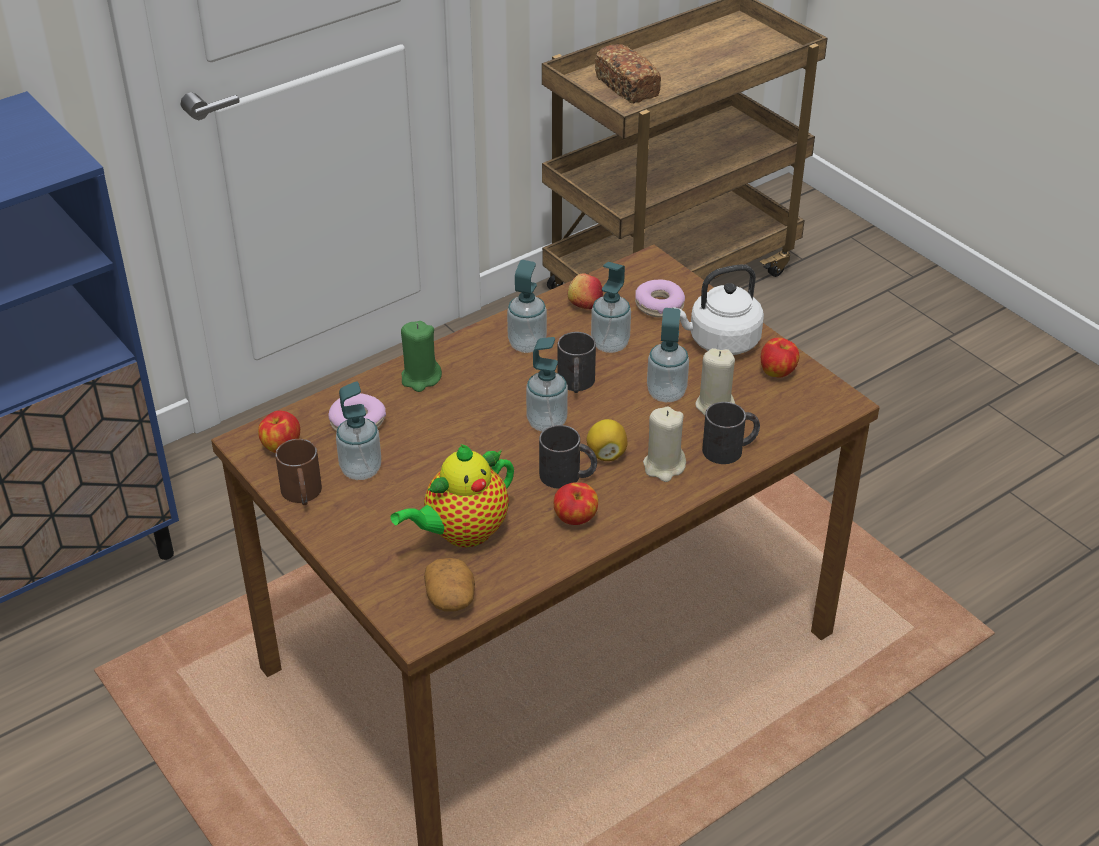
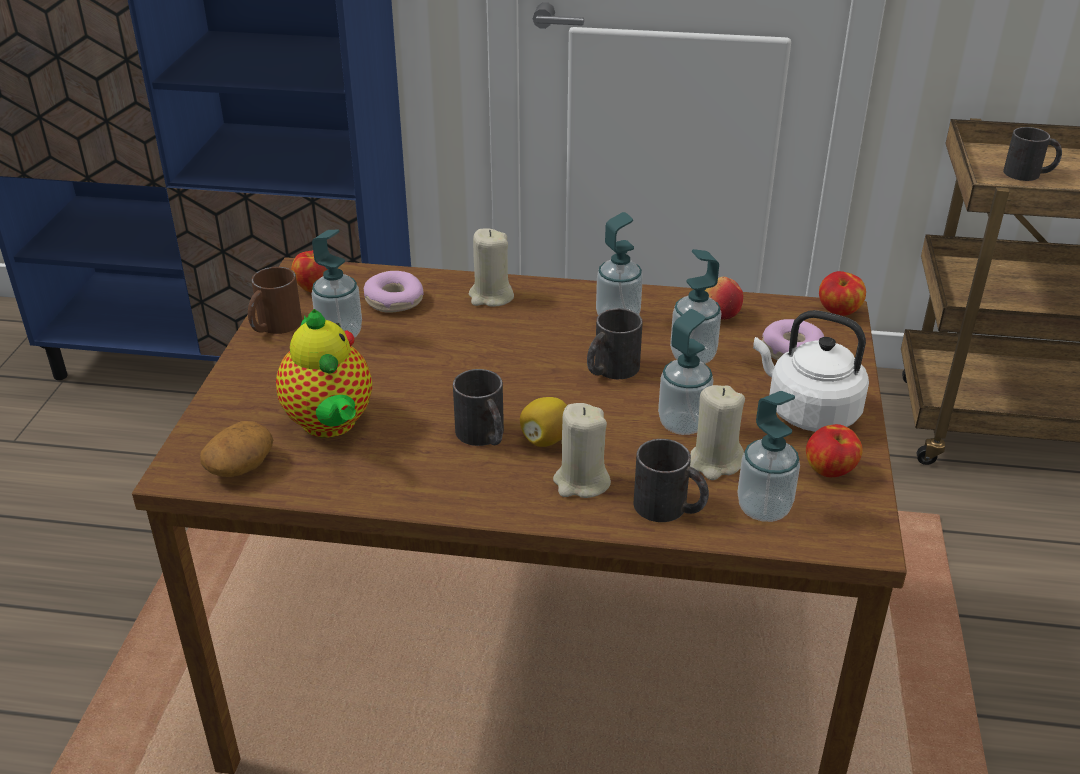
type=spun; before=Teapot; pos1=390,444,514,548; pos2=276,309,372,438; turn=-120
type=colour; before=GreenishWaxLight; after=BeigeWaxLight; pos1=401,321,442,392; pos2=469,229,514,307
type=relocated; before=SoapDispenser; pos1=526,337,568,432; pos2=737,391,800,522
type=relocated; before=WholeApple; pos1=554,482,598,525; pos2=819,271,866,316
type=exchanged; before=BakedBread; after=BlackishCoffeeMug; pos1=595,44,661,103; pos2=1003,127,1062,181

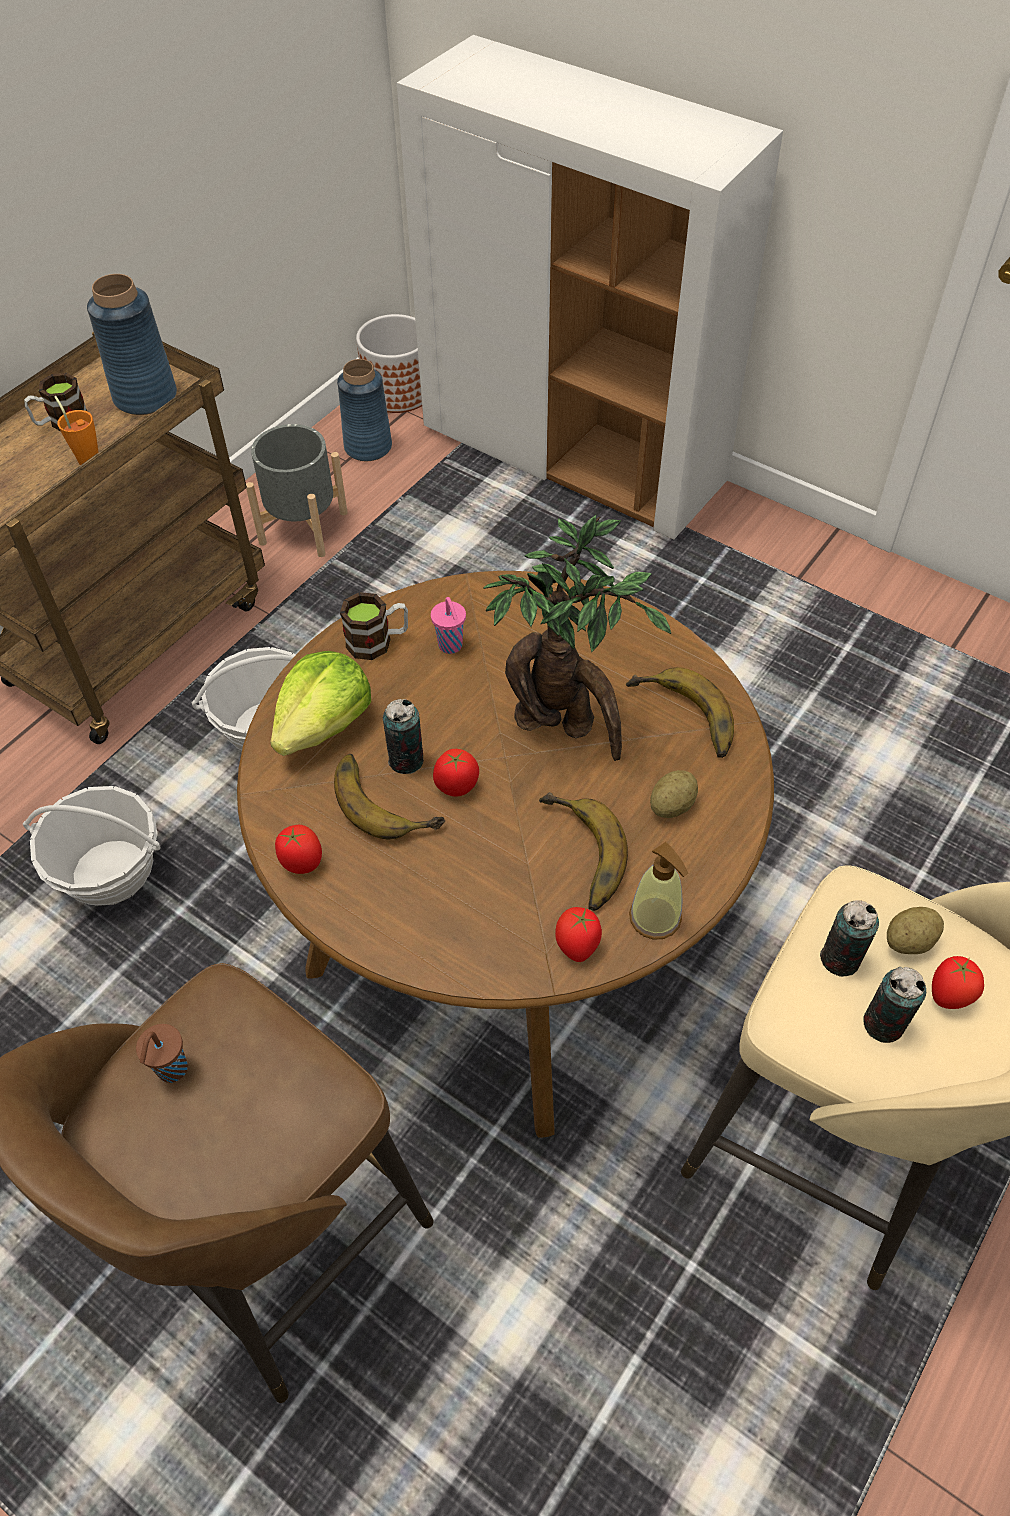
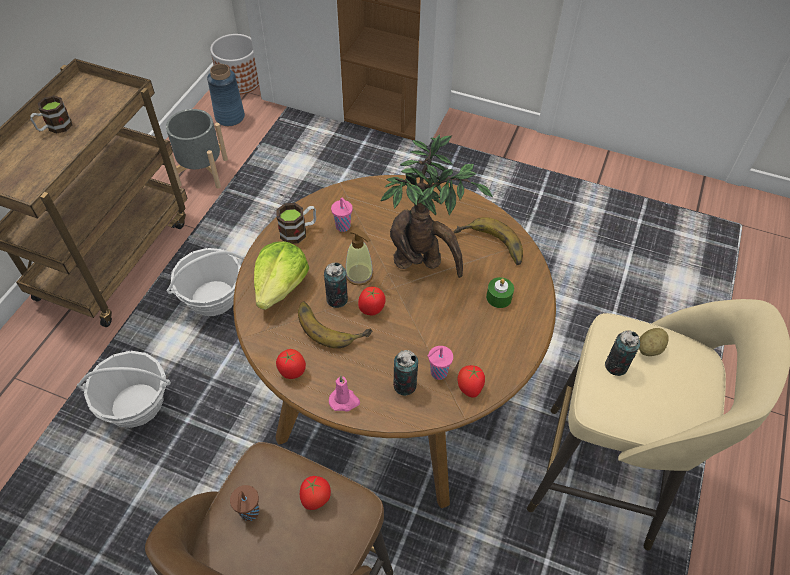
type=missing; before=OrangeColouredDrinkingCup; pos1=54,396,98,465
type=missing; before=BlueFlowerVase; pos1=87,274,177,415
type=missing; before=BananaFruit; pos1=539,792,628,911
type=relocated; before=SoapDispenser; pos1=629,842,689,940; pos2=346,227,373,285
type=exchanged; before=Potato; after=GreenishWaxLight; pos1=650,770,698,818; pos2=486,277,514,308
type=relocated; before=MetalCan; pos1=863,967,926,1043; pos2=393,350,418,396
type=relocated; before=WholeTomato; pos1=932,956,984,1009; pos2=300,476,331,510
type=appeared; after=PinkishWaxLight; pos2=329,376,360,411
type=appeared; after=PinkishDrinkingCup; pos2=427,346,453,380

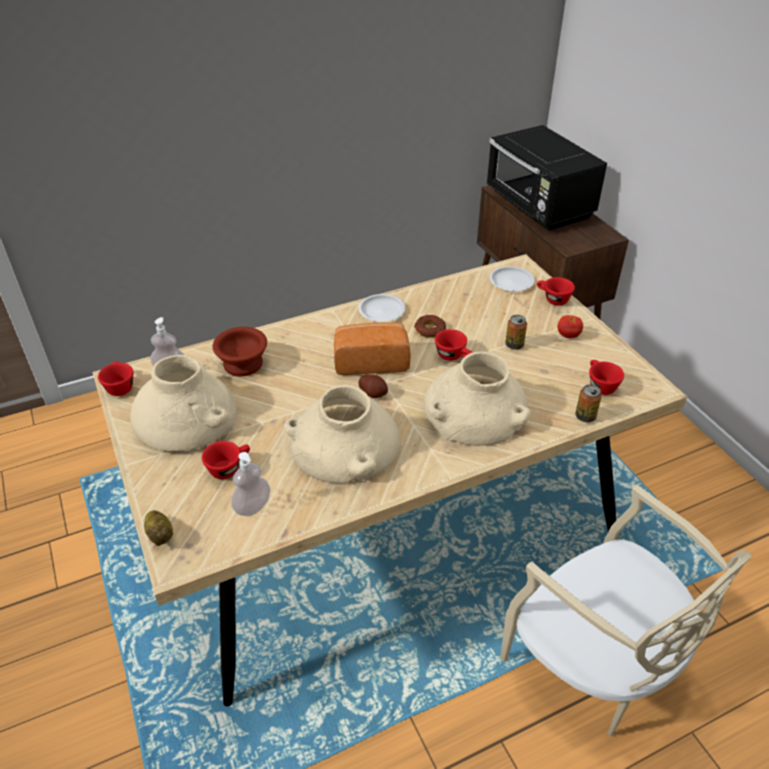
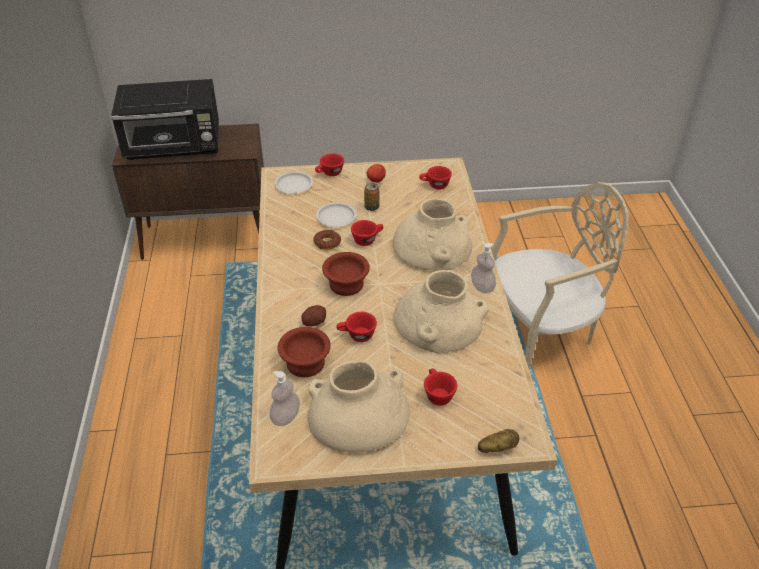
type=relocated; before=ReddishDrinkingCup; pos1=98,361,133,396; pos2=336,312,377,342
type=relocated; before=SoapDispenser; pos1=231,452,270,516; pos2=471,243,496,293
type=exchanged; before=BakedBread; after=BrownBowl; pos1=334,322,411,375; pos2=322,252,370,296
type=relocated; before=Potato; pos1=358,374,388,398; pos2=301,305,326,327
type=relocated; before=WhitePlate; pos1=359,294,405,322; pos2=316,203,356,227
type=missing; before=MetalCan; pos1=575,384,602,422

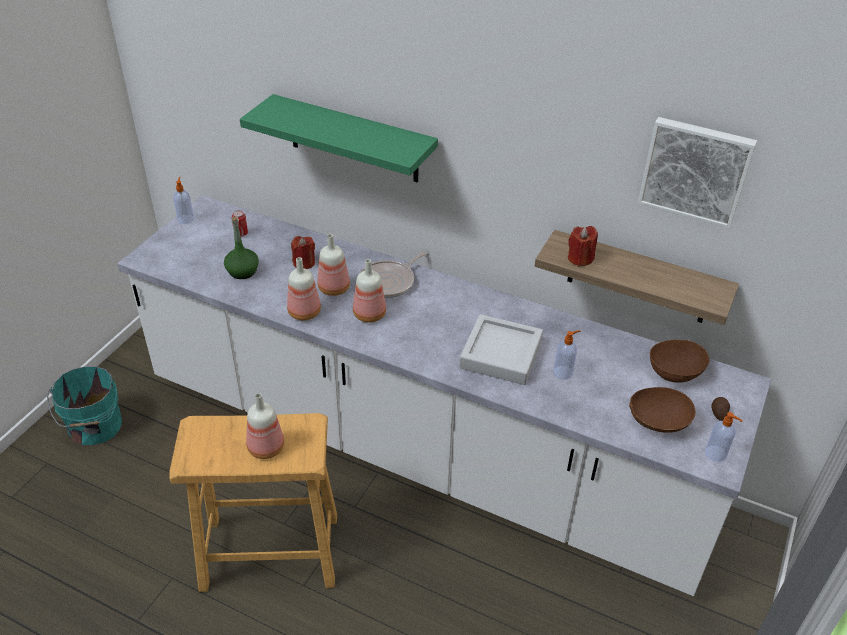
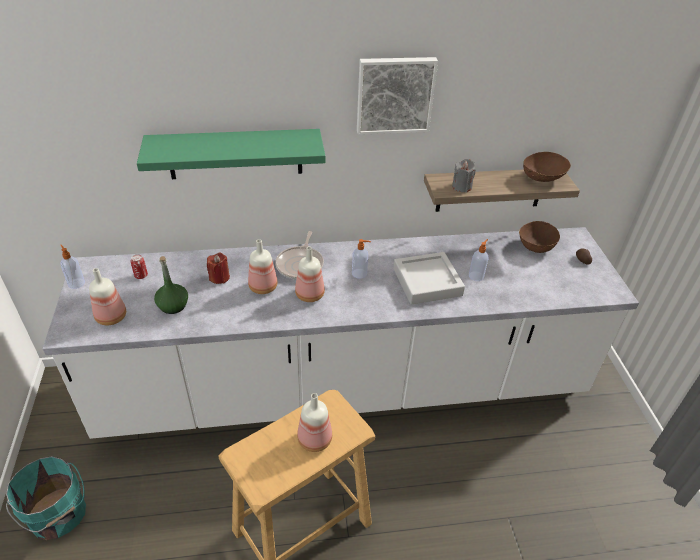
type=relocated; before=DrinkBottle; pos1=287,257,321,320; pos2=89,268,126,326
type=colour; before=ReddishWaxLight; after=GreyWaxLight; pos1=568,226,598,266; pos2=452,159,476,193
type=relocated; before=BrownBowl; pos1=629,387,696,433; pos2=523,152,571,182
type=relocated; before=WallArt; pos1=638,117,757,229; pos2=357,57,438,135
type=relocated; before=SoapDispenser; pos1=705,412,743,462; pos2=352,239,371,279

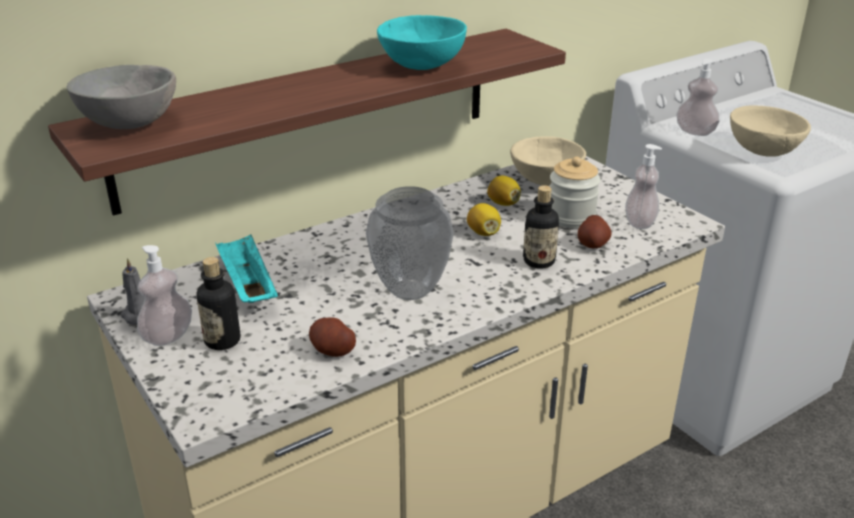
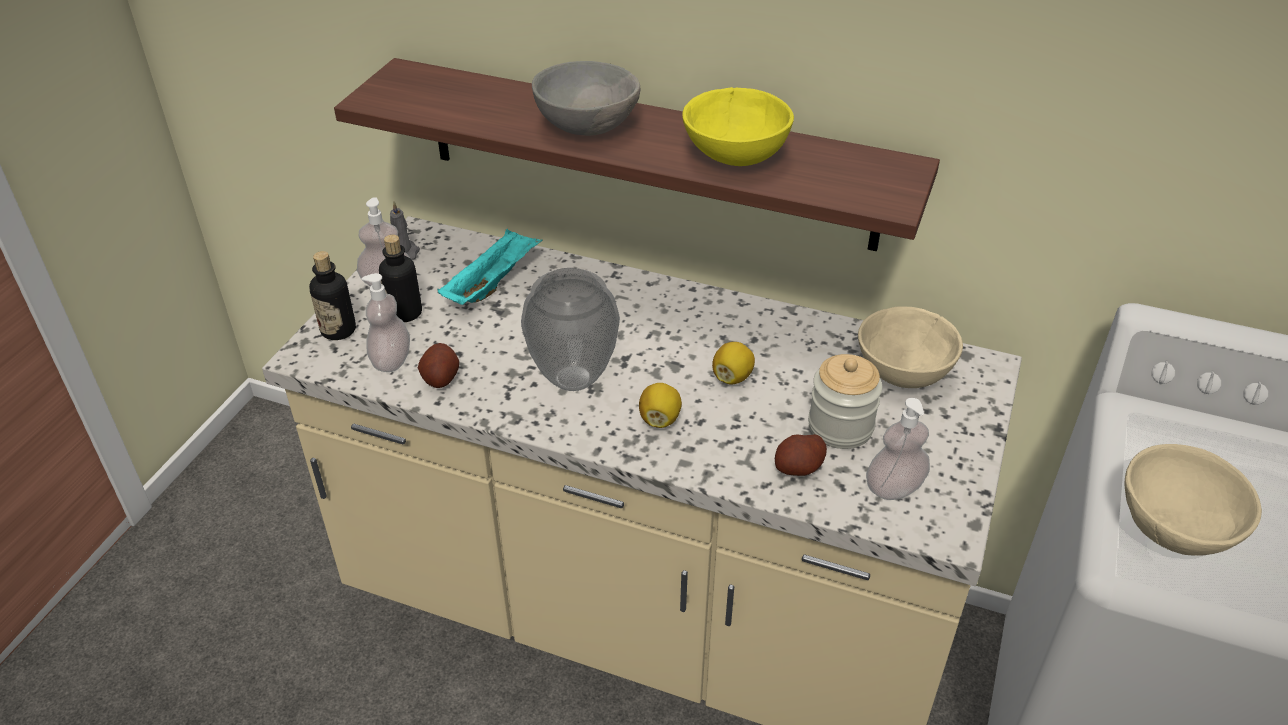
type=relocated; before=GreyBowl; pos1=67,65,176,129; pos2=532,61,640,136
type=colour; before=BlueGreenBowl; after=YellowBowl; pos1=377,15,467,70; pos2=682,87,794,166
type=relocated; before=Lemon; pos1=487,176,521,206; pos2=639,383,682,428
type=relocated; before=DrinkBottle; pos1=523,185,559,269; pos2=309,251,356,340
type=relocated; before=SoapDispenser; pos1=676,59,719,136; pos2=362,273,410,372

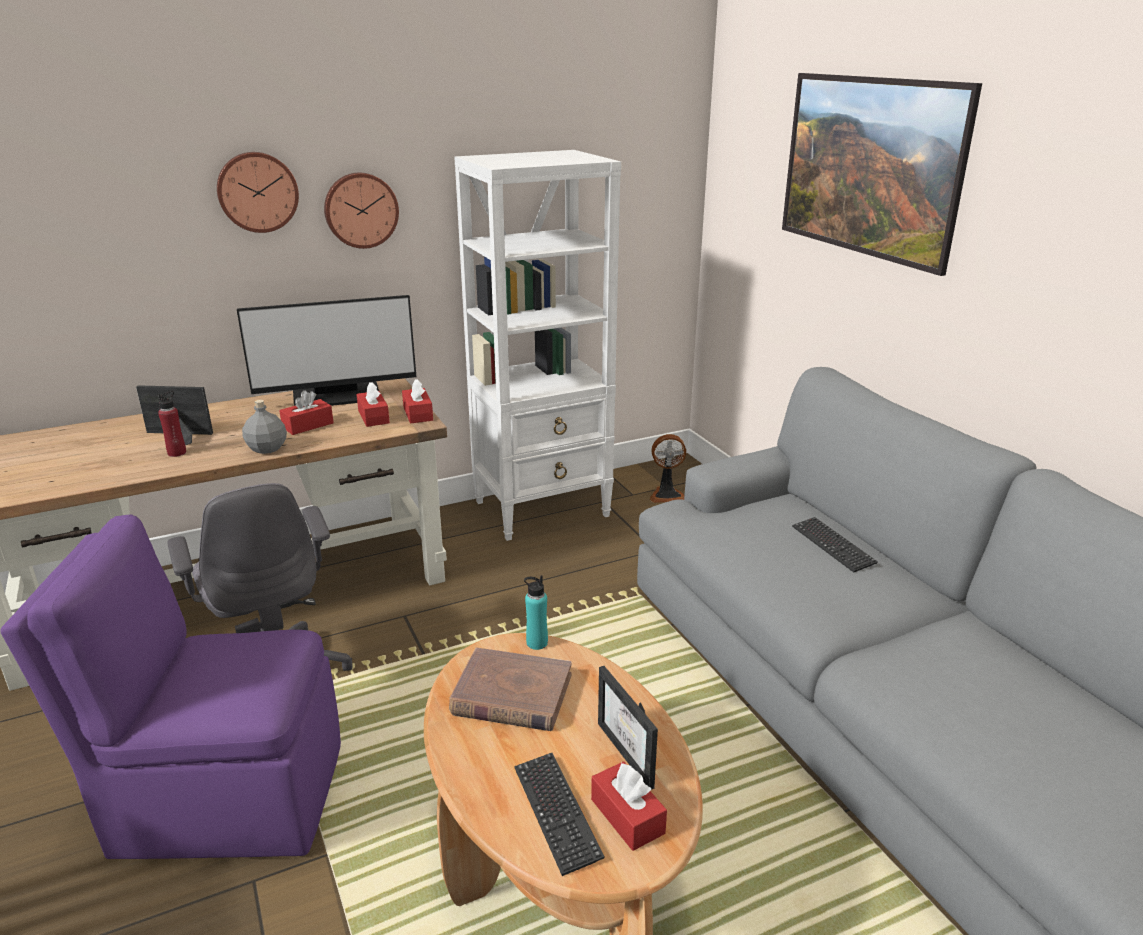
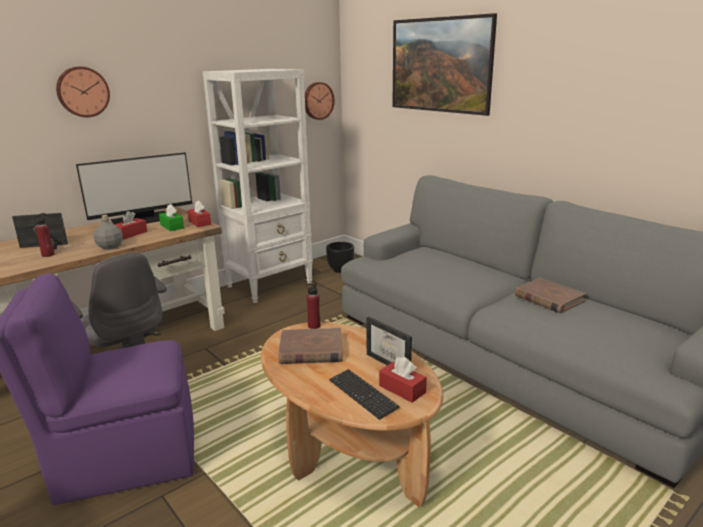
type=relocated; before=ClockOnTheWall; pos1=324,173,399,249; pos2=305,82,335,120
type=colour; before=ReddishTissueHolder; after=GreenishTissueHolder; pos1=356,382,390,427; pos2=159,204,184,231
type=colour; before=BlueGreenDrinkBottle; after=ReddishDrinkBottle; pos1=524,575,548,650; pos2=306,282,321,329
type=exchanged; before=CoolingFan; after=BlackishPlantPot; pos1=650,434,686,503; pos2=326,242,354,273
type=missing; before=ComputerKeyboard; pos1=792,517,878,572
type=appeared; after=BrownBook; pos2=515,278,586,314

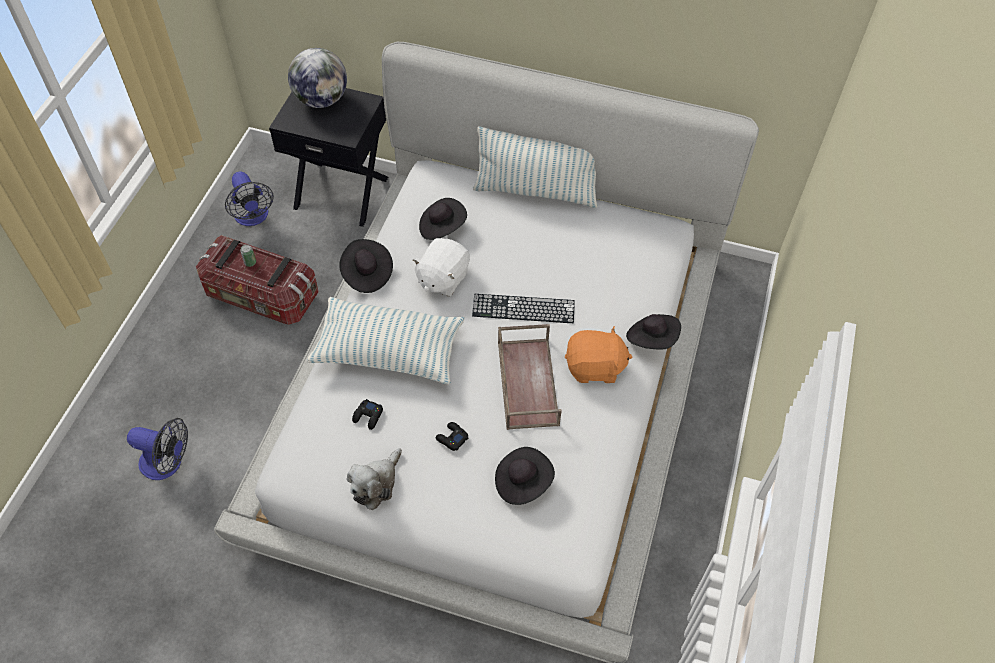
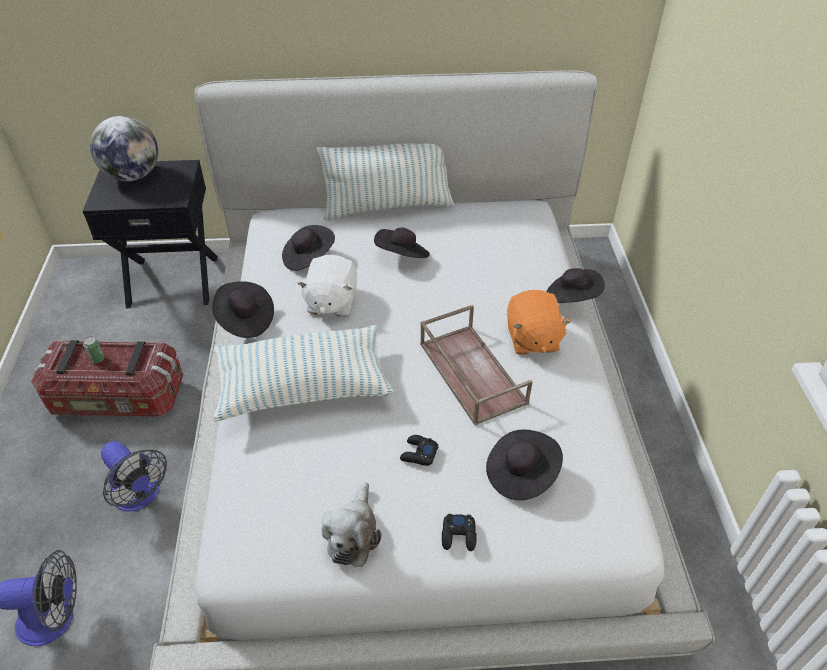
type=relocated; before=CoolingFan; pos1=225,171,274,226; pos2=101,441,167,512
type=relocated; before=BlackishGamepad; pos1=352,399,383,430; pos2=442,514,476,551
type=missing; before=ComputerKeyboard; pos1=472,294,575,323
type=spun; before=OrangeColouredCuddlyToy; pos1=565,326,633,383; pos2=507,290,571,355; turn=105
type=appeared; after=BlackishHat; pos2=374,228,430,258

